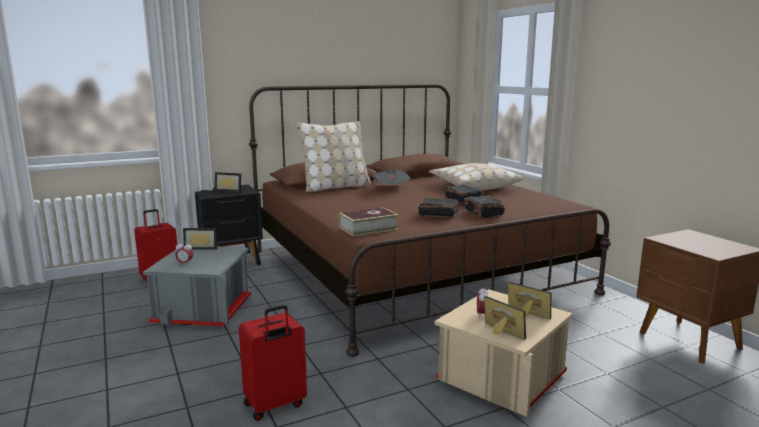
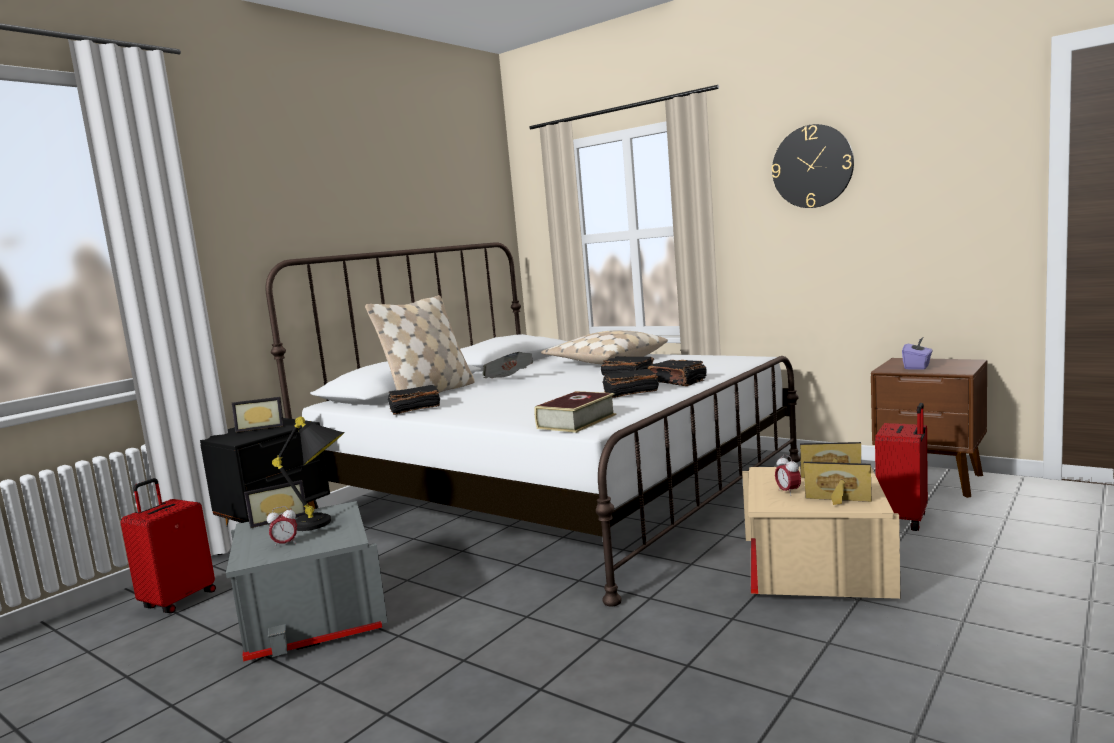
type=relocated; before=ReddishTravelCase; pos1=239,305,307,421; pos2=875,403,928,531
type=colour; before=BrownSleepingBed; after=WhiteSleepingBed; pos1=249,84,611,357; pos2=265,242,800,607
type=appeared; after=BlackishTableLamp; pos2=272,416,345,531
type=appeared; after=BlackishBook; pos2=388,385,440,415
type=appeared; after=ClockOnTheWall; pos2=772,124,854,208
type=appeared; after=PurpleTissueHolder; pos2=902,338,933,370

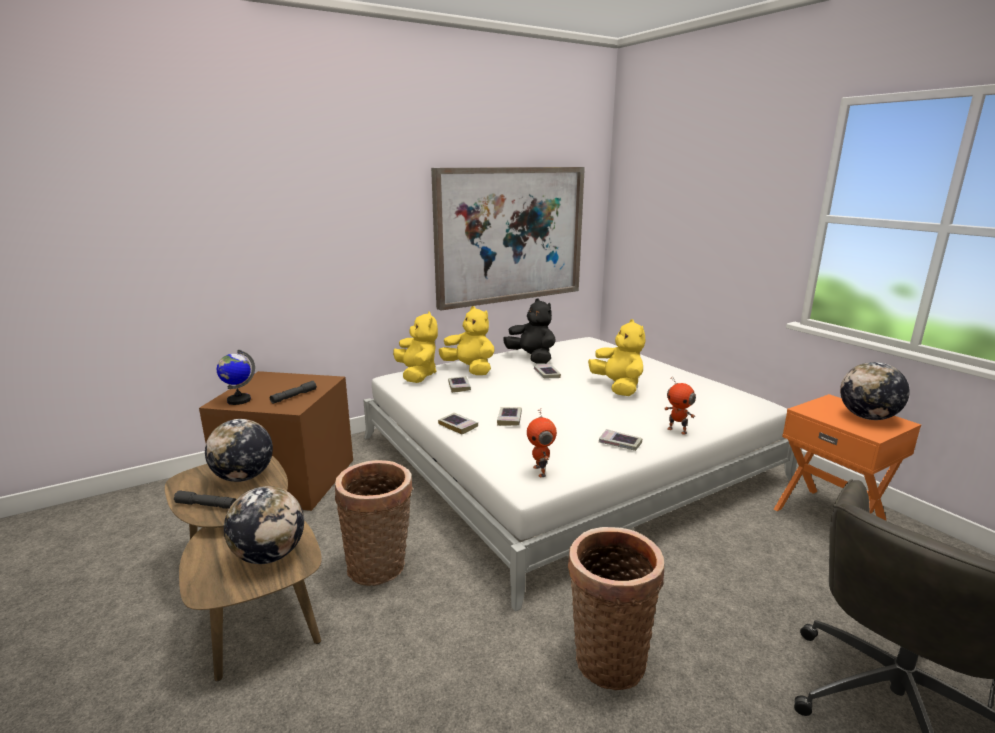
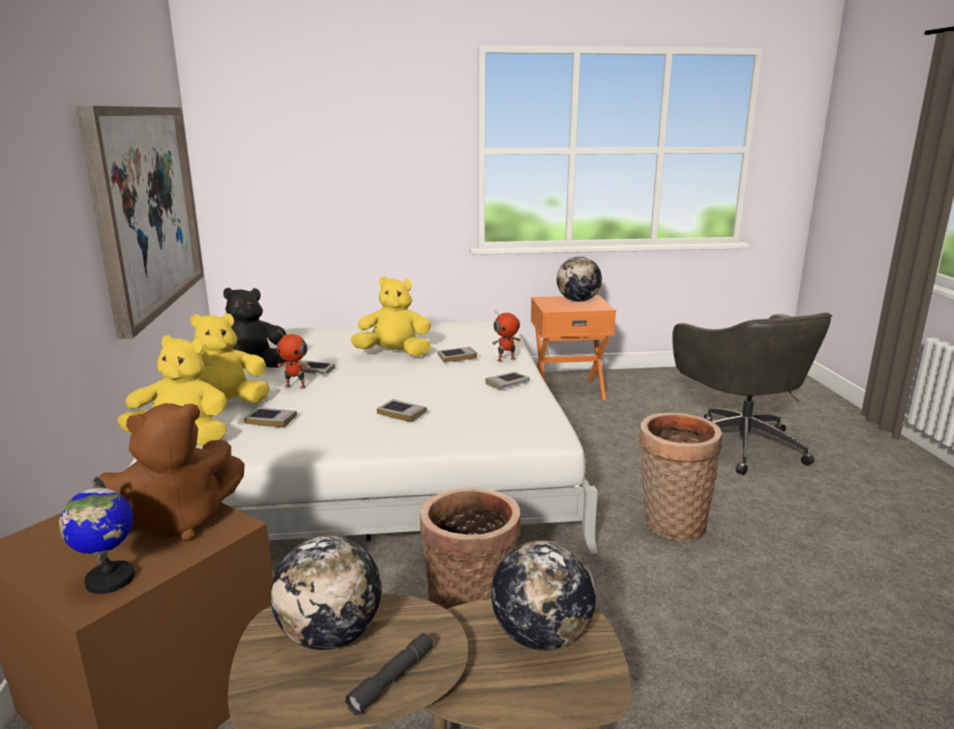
type=exchanged; before=GreyHandTorch; after=BrownCuddlyToy; pos1=270,381,317,404; pos2=93,403,245,541
type=relocated; before=Book; pos1=438,413,478,435; pos2=438,347,477,363
type=relocated; before=ModelRobot; pos1=527,409,557,477; pos2=277,329,311,389

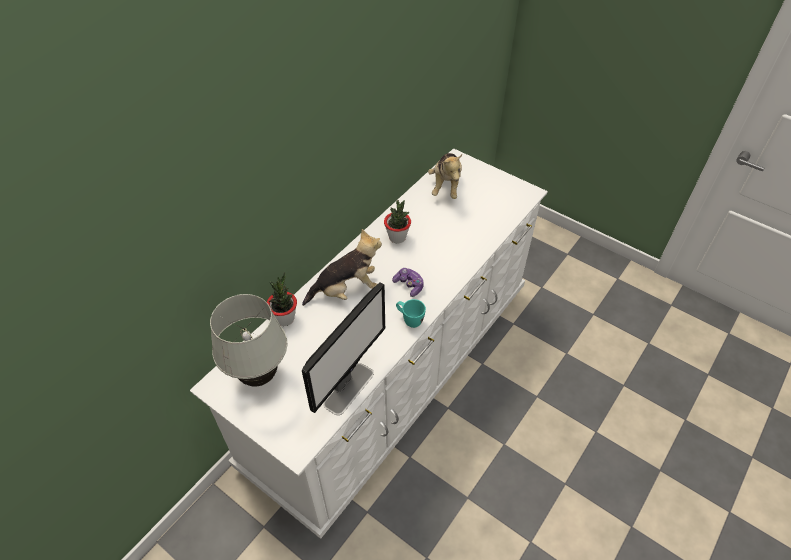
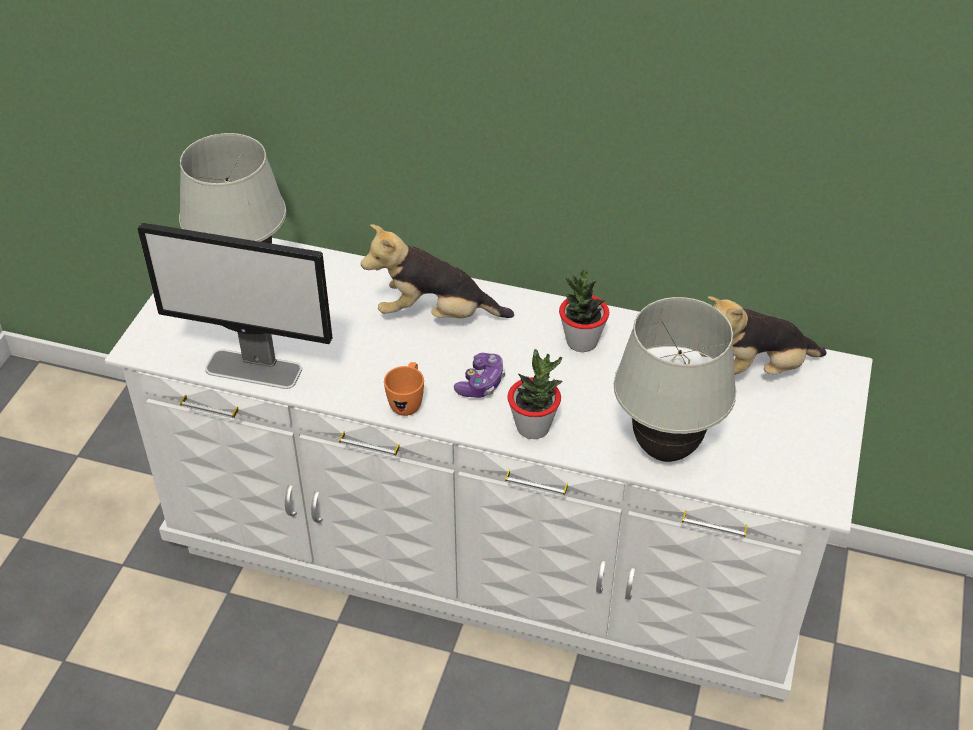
type=relocated; before=Houseplant; pos1=267,272,297,326; pos2=507,349,562,439
type=spun; before=CuddlyToy; pos1=302,229,382,306; pos2=361,224,514,318; turn=135
type=colour; before=BlueGreenCoffeeMug; after=OrangeColouredCoffeeMug; pos1=396,299,426,328; pos2=384,362,424,416
type=appeared; after=WhiteTableLamp; pos2=614,297,736,462

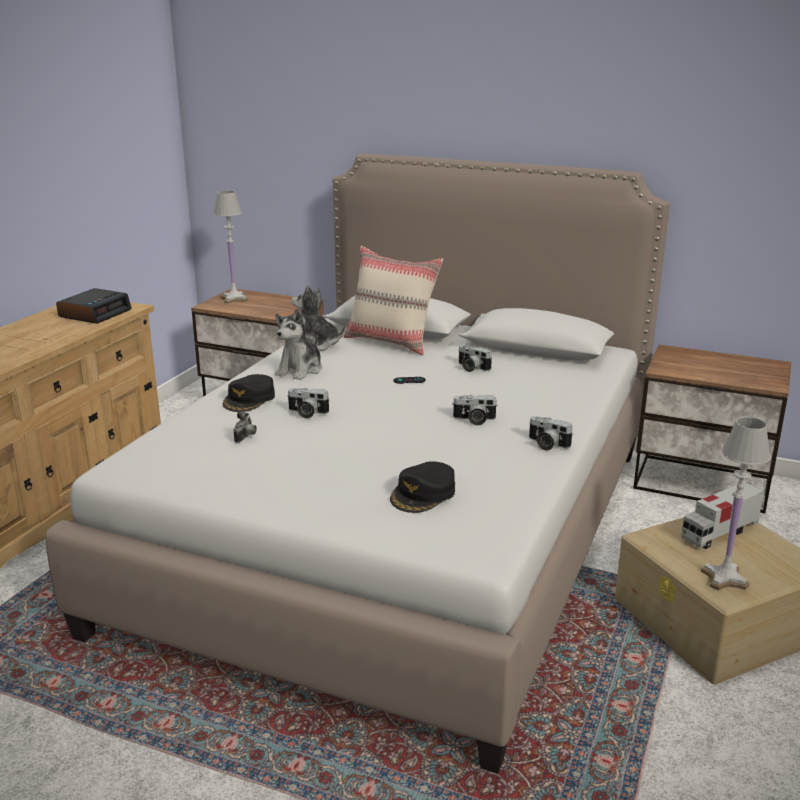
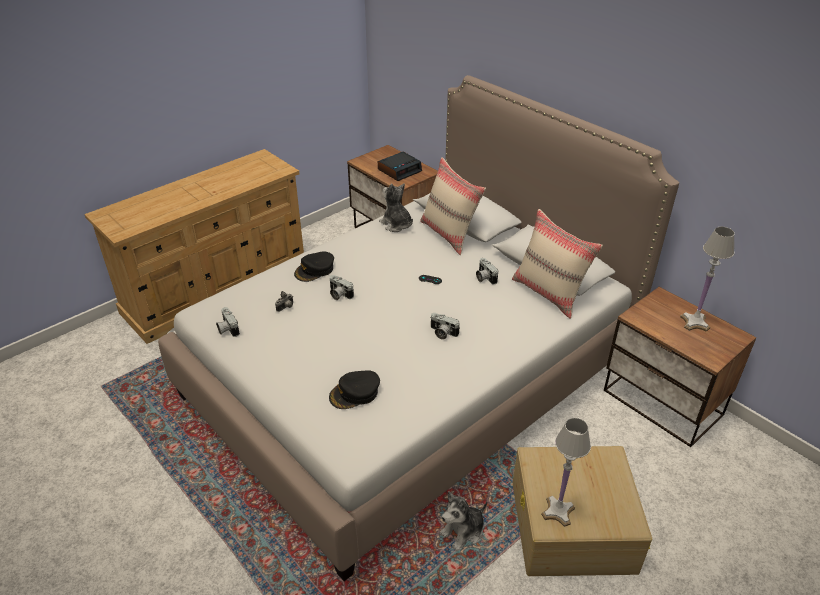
type=relocated; before=TableClock; pos1=56,288,131,324; pos2=378,152,422,181
type=relocated; before=WhiteTableLamp; pos1=214,190,248,303; pos2=680,227,735,332
type=relocated; before=CuddlyToy; pos1=275,309,322,380; pos2=440,491,487,551
type=relocated; before=PhotoCamera; pos1=529,416,573,451; pos2=216,307,240,337
type=missing; before=ModelTruck; pos1=681,482,764,549
type=appeared; after=BeigePillow; pos2=512,209,603,319

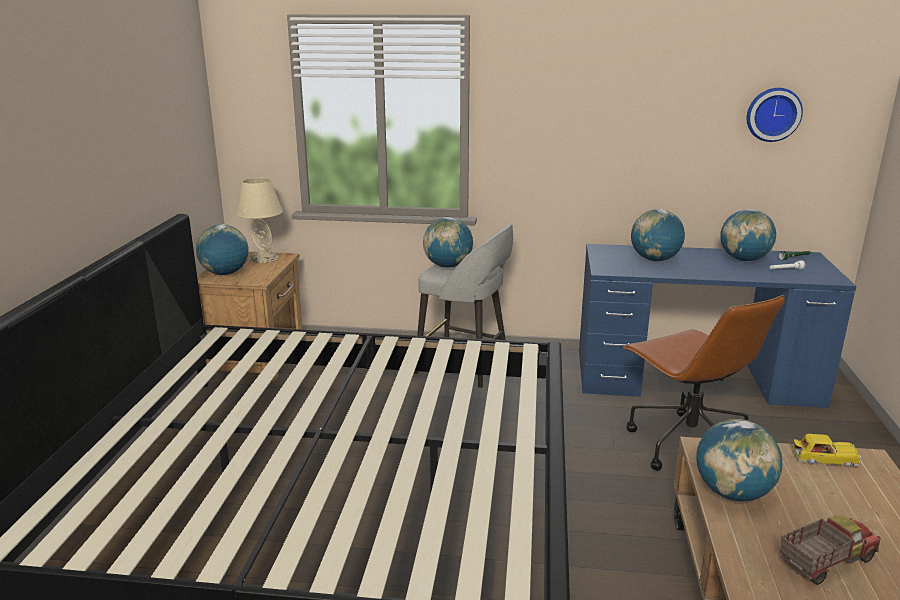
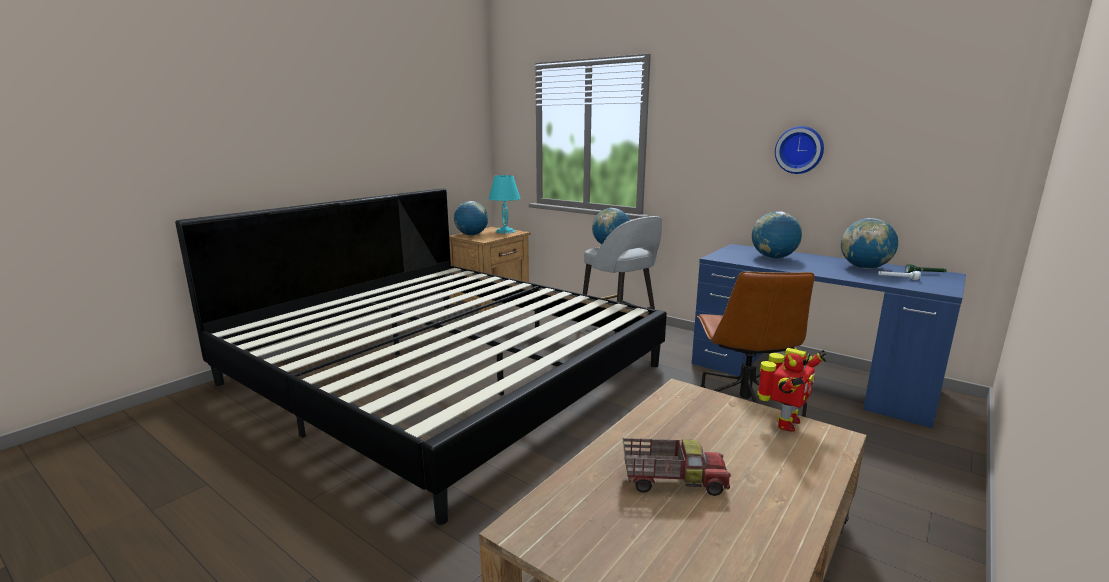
type=colour; before=BeigeTableLamp; after=BlueGreenTableLamp; pos1=235,177,283,263; pos2=489,175,520,234
type=missing; before=DeskGlobe; pos1=696,419,783,501
type=relocated; before=ClockOnTheWall; pos1=747,88,803,142; pos2=775,126,824,174
type=exchanged; before=ToyCar; after=ModelRobot; pos1=792,434,862,467; pos2=757,348,826,432

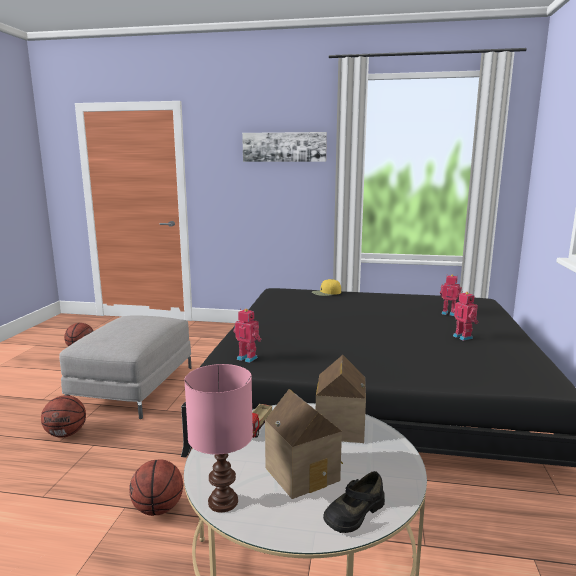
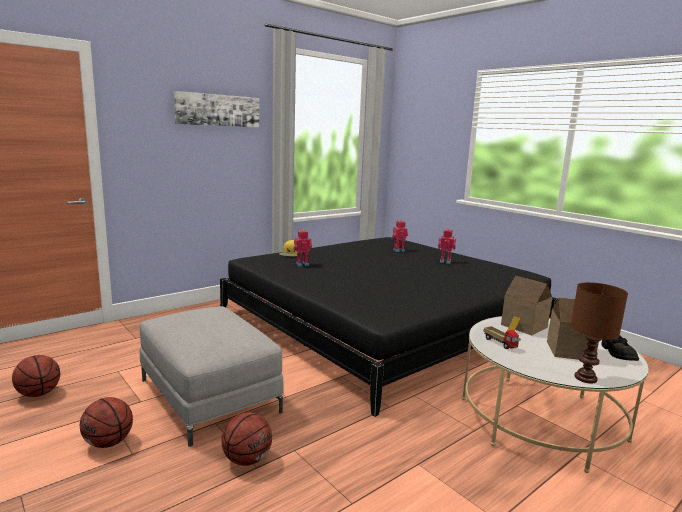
type=relocated; before=BasketballBall; pos1=129,459,183,516; pos2=80,397,133,448
type=colour; before=PinkishTableLamp; after=BrownTableLamp; pos1=184,364,253,513; pos2=570,282,628,384
type=relocated; before=ModelRobot; pos1=233,309,261,363; pos2=293,229,312,266

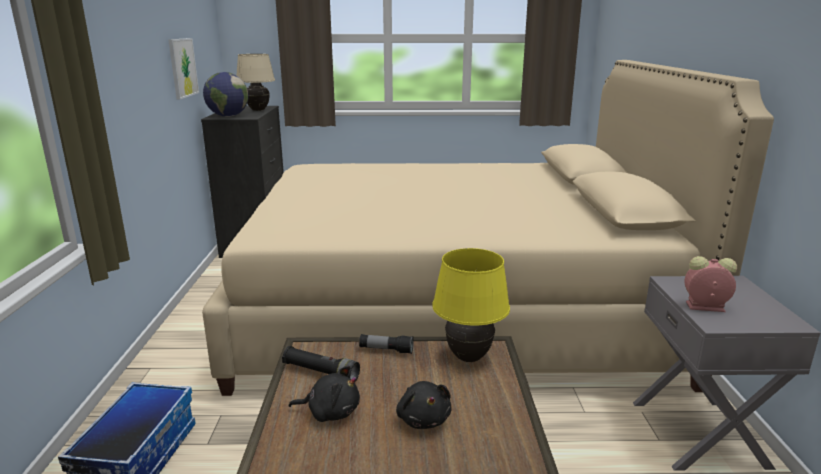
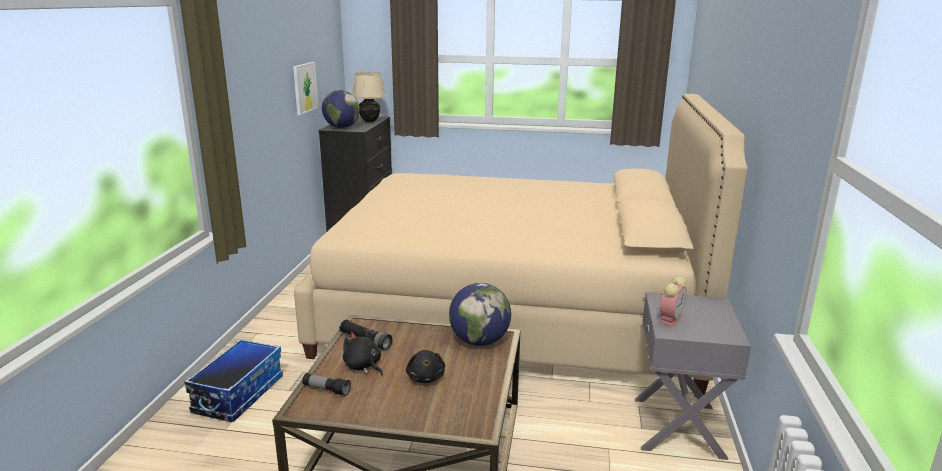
type=spun; before=BlackishCuddlyToy; pos1=289,366,360,422; pos2=343,329,383,376; turn=-150
type=relocated; before=HandTorch; pos1=359,334,414,354; pos2=302,373,351,396
type=exchanged; before=YellowTableLamp; after=DeskGlobe; pos1=432,248,510,362; pos2=449,283,511,346
type=spun; before=TableClock; pos1=684,256,737,312; pos2=659,276,686,327; turn=105

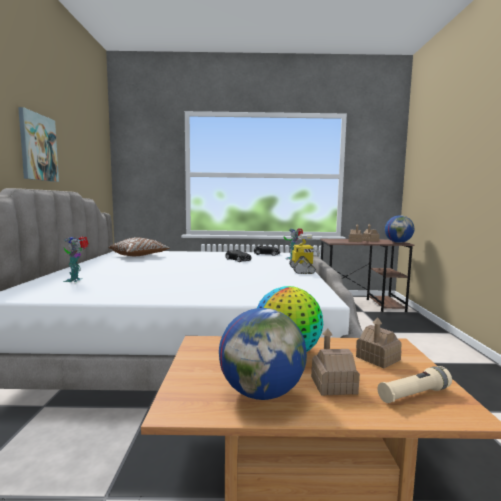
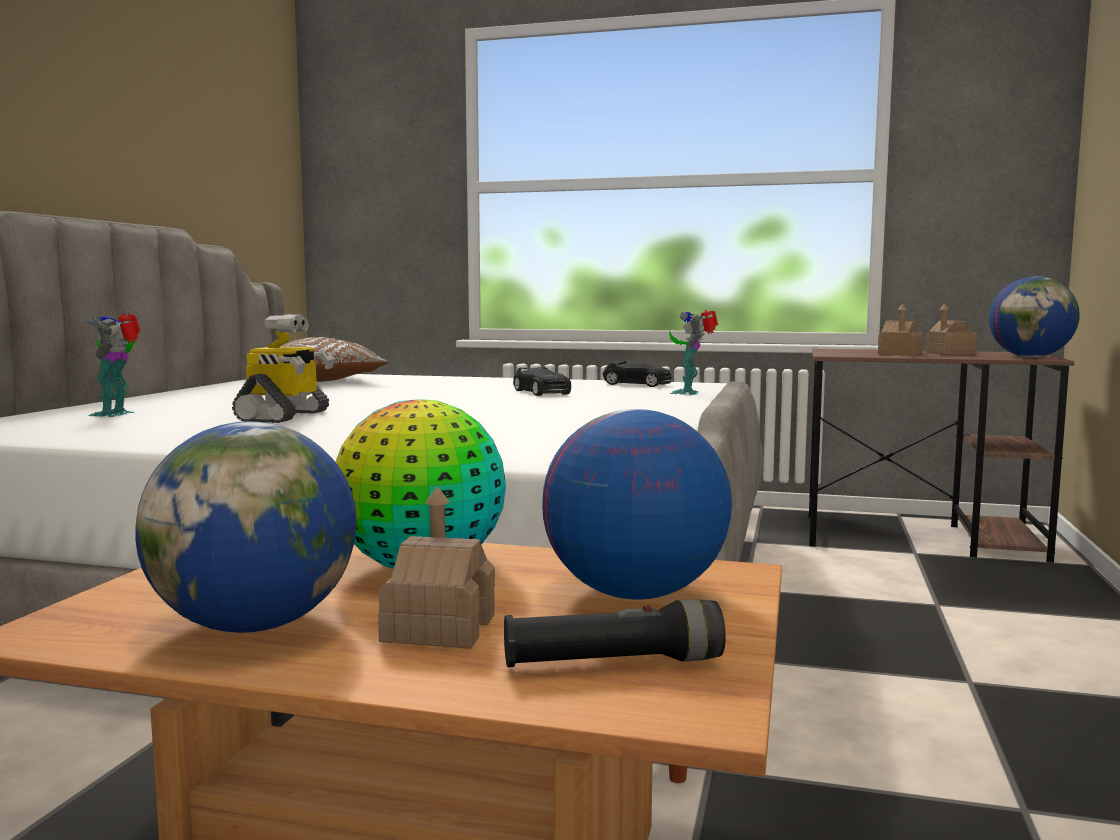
type=missing; before=WallArt; pos1=18,107,59,182
type=relocated; before=ModelRobot; pos1=289,234,320,274; pos2=232,314,334,423
type=exchanged; before=ToyHouse; after=DeskGlobe; pos1=356,317,402,368; pos2=542,409,732,599
type=colour; before=BeigeHandTorch; after=BlackishHandTorch; pos1=377,366,452,403; pos2=504,599,726,667

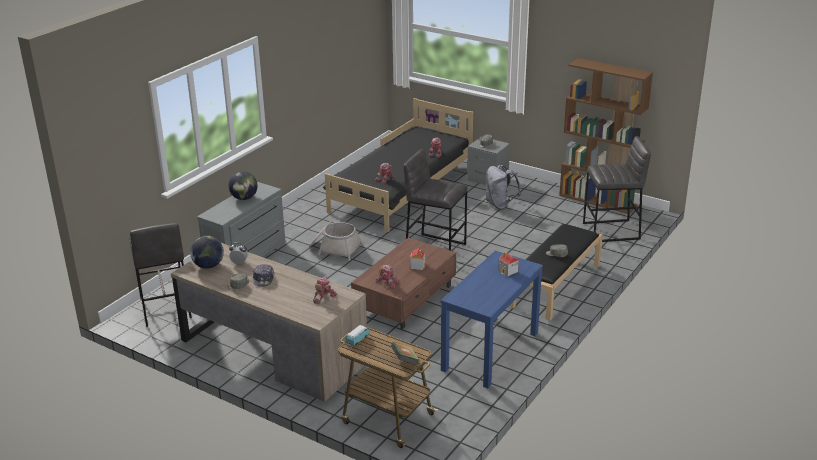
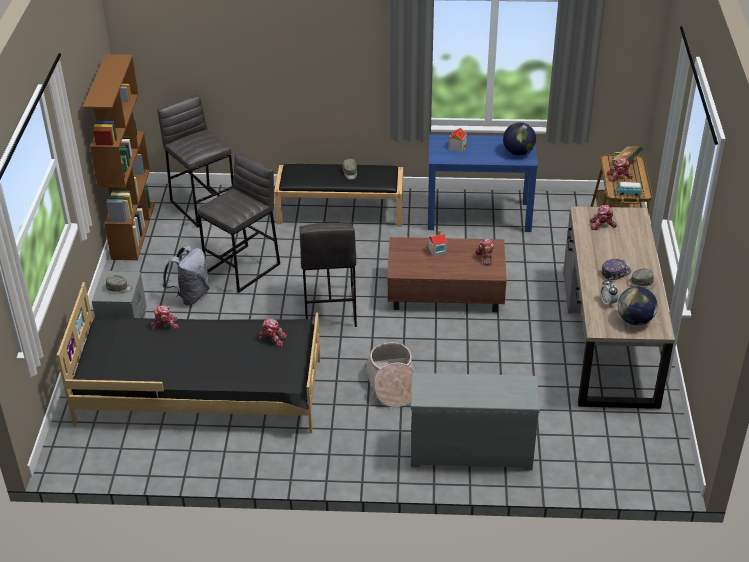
type=relocated; before=GreyStool; pos1=129,223,192,327; pos2=198,152,280,293
type=relocated; before=DeskGlobe; pos1=229,171,258,200; pos2=503,122,536,155
type=appeared; after=ModelRobot; pos2=607,157,633,181

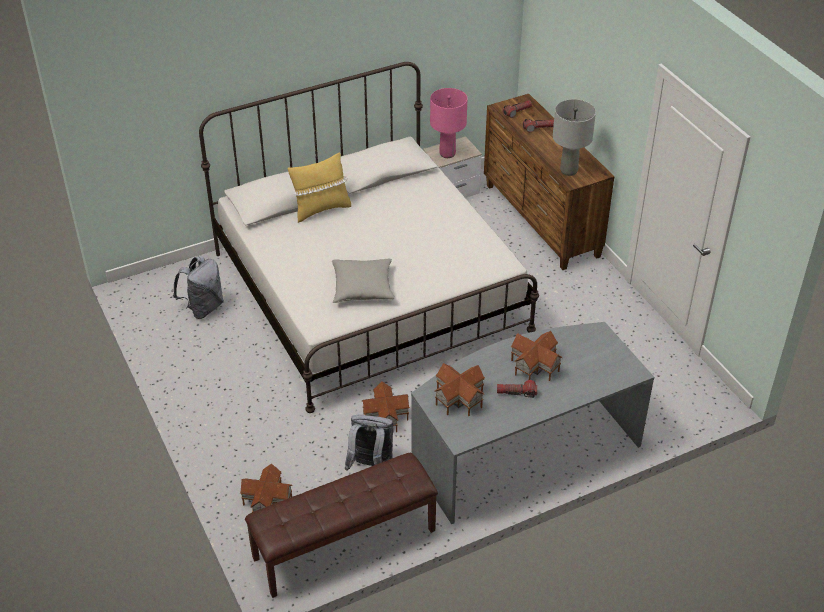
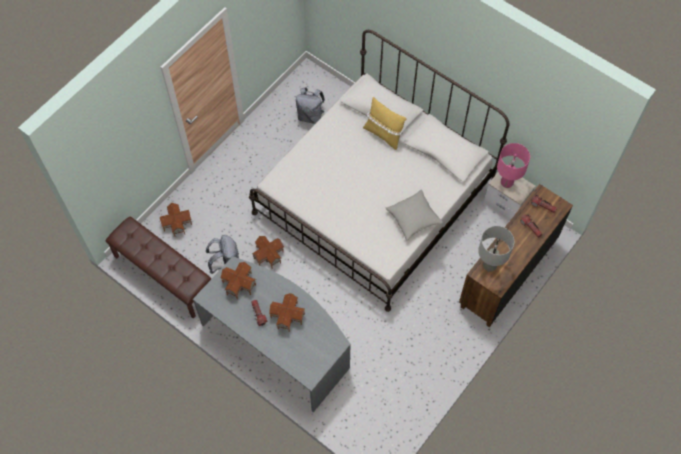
type=relocated; before=GreyPillow; pos1=332,259,395,303; pos2=386,189,443,241

